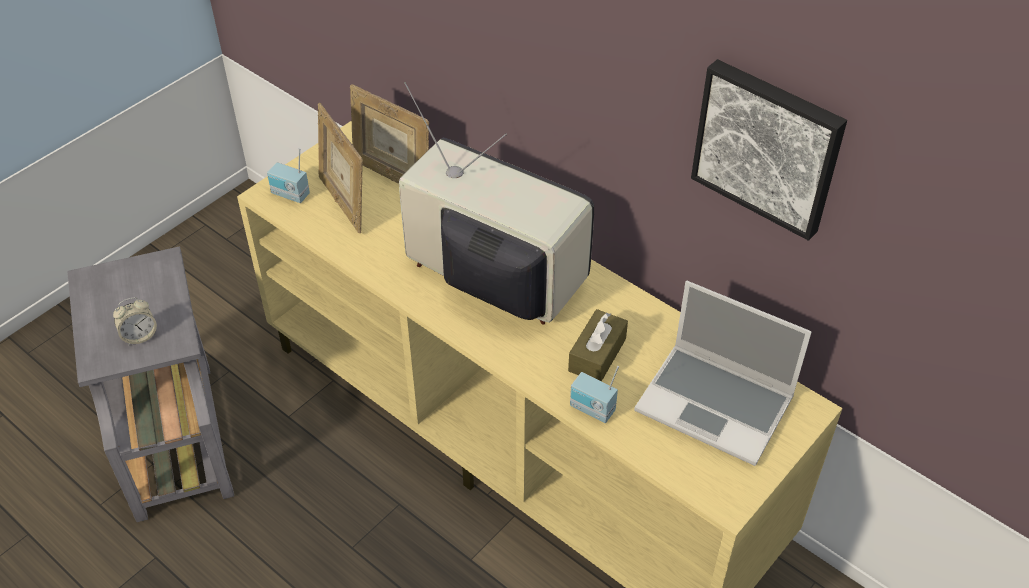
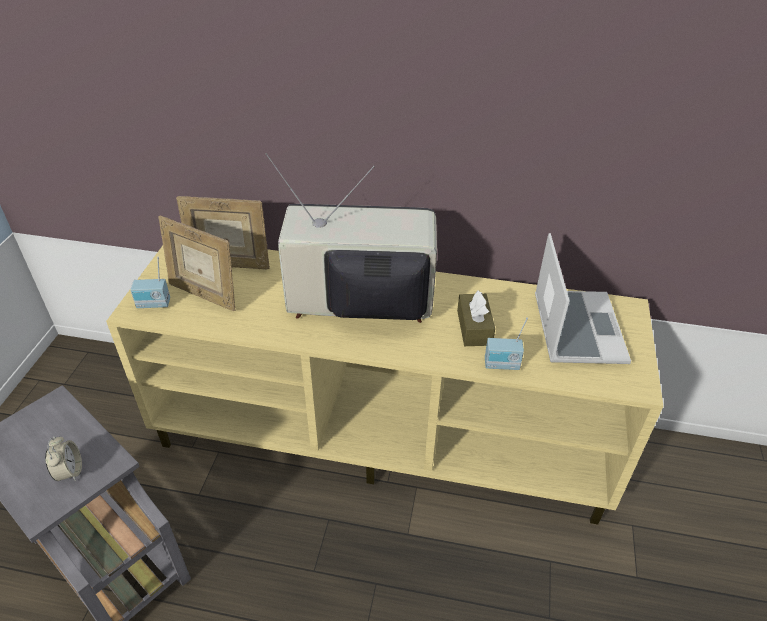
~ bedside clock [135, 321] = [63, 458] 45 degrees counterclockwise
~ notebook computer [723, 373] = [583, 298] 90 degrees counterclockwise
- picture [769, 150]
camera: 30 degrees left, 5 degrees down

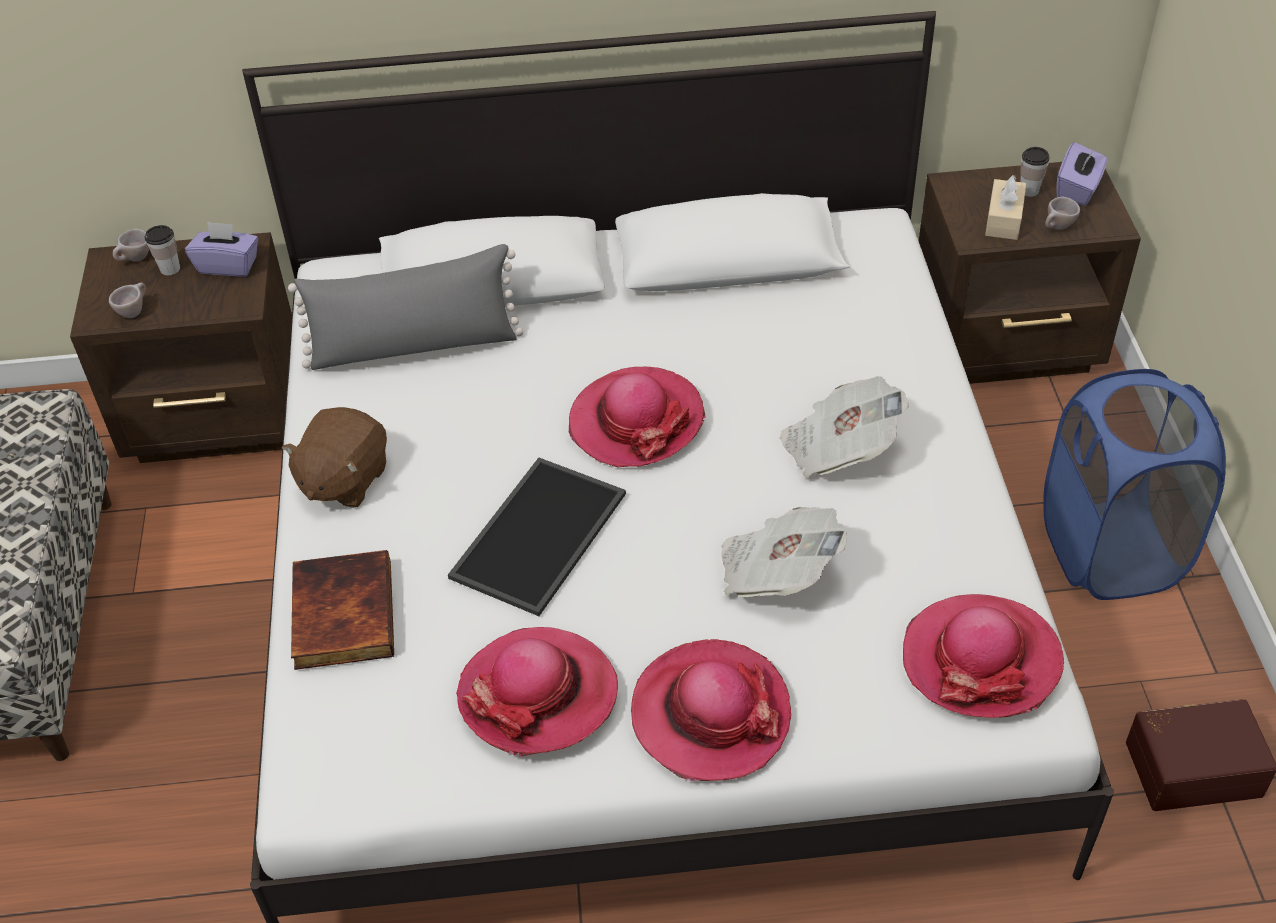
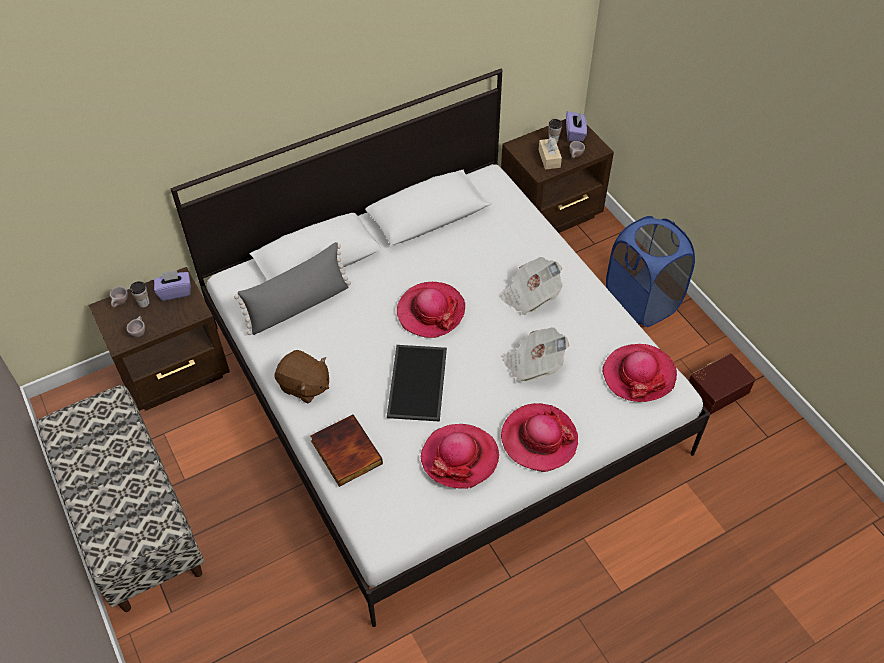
~ brownish soft toy [334, 457] = [301, 376] 60 degrees counterclockwise
camera: 25 degrees left, 5 degrees up

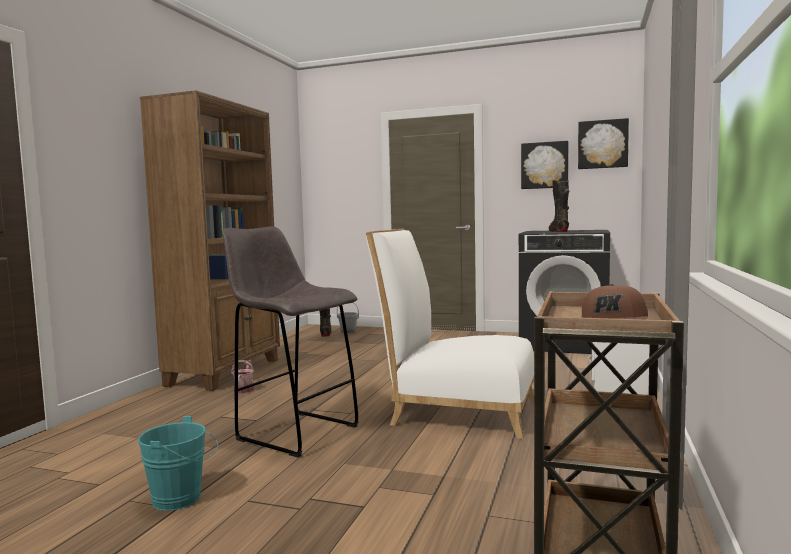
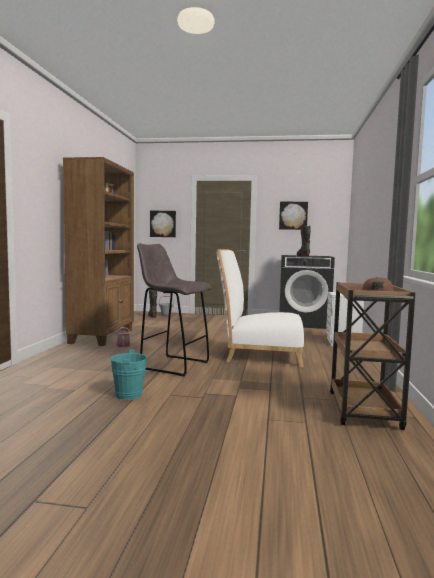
~ picture [603, 143] to [163, 224]
camera: 10 degrees left, 0 degrees up

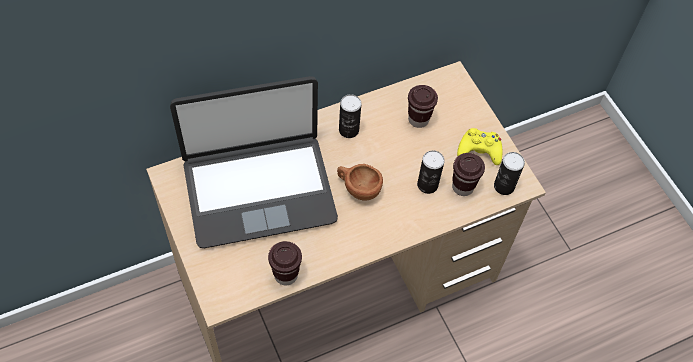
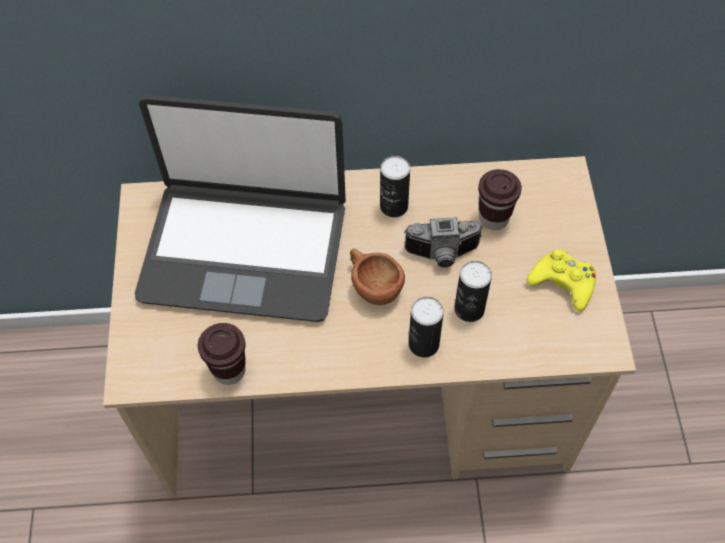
+ photo camera [443, 242]
~ sealed can [509, 173] to [426, 327]
- brownish drinking cup [468, 174]
camera: 25 degrees right, 0 degrees up

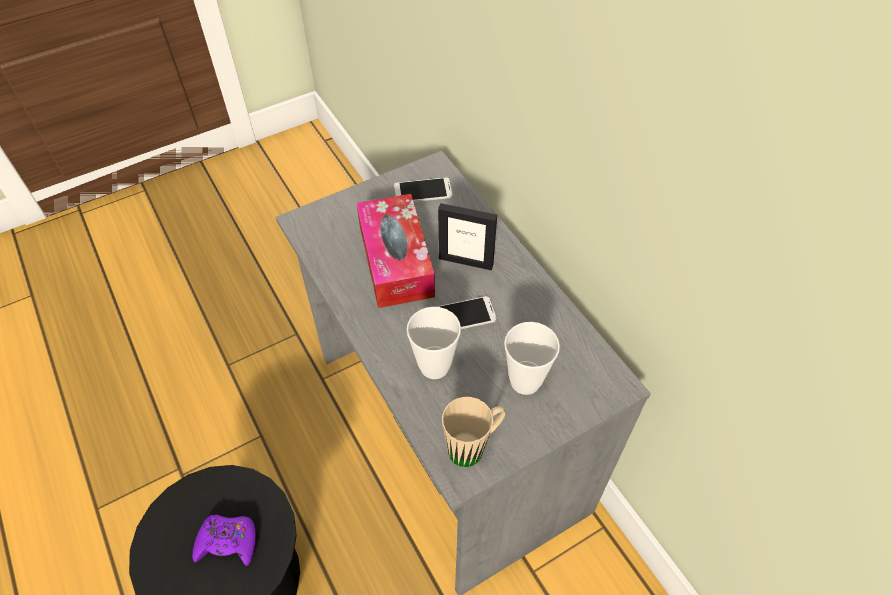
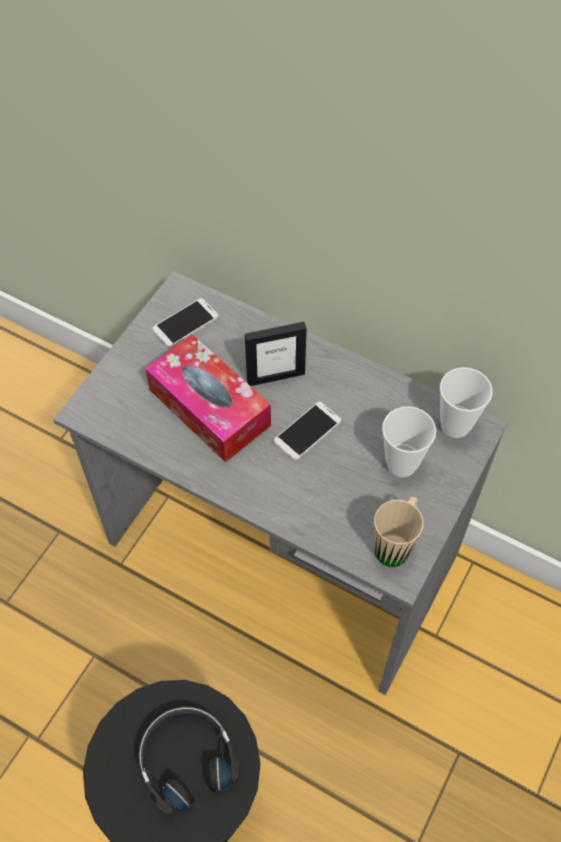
~ purplish gamepad [224, 540] to black-coloured headset [189, 761]
~ drinking cup [433, 343] to [466, 402]
camera: 30 degrees left, 5 degrees up

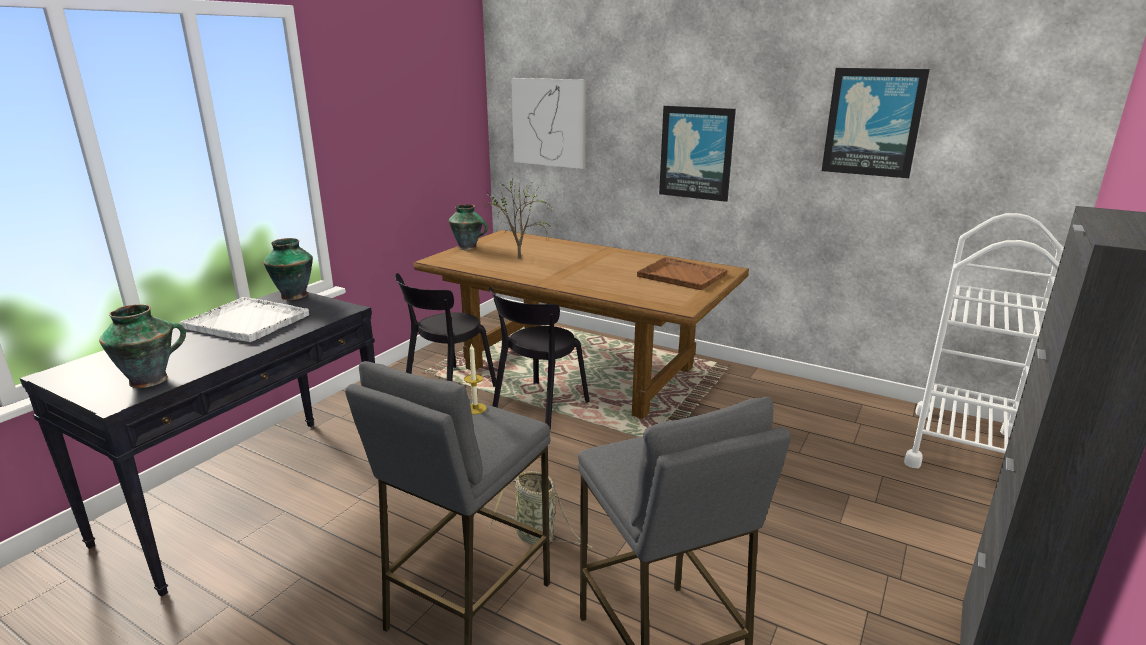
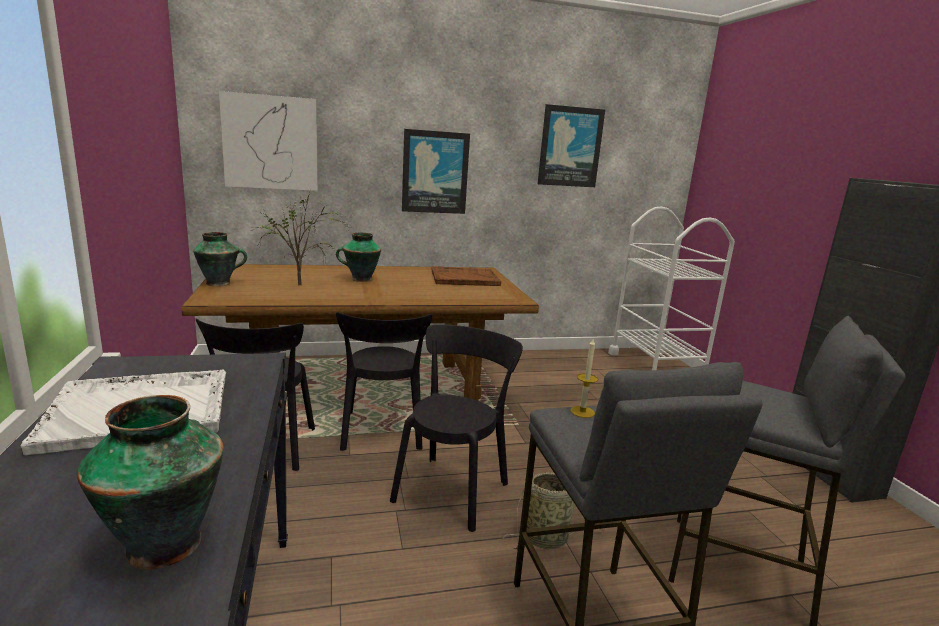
~ decorative vase [288, 269] to [358, 257]
+ black-coloured plain chair [456, 428]
camera: 45 degrees left, 5 degrees down

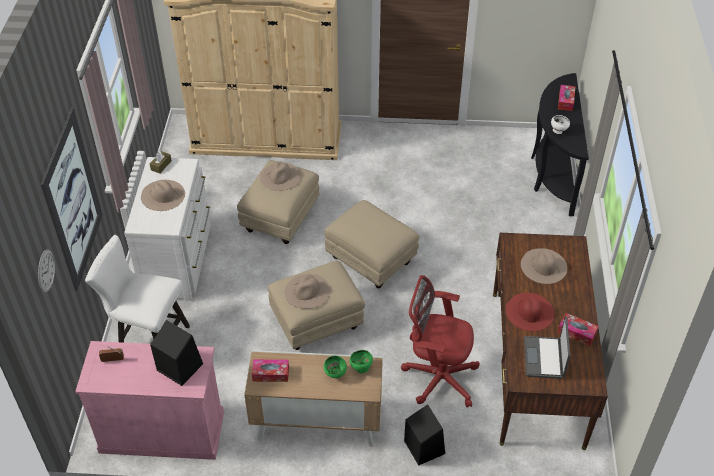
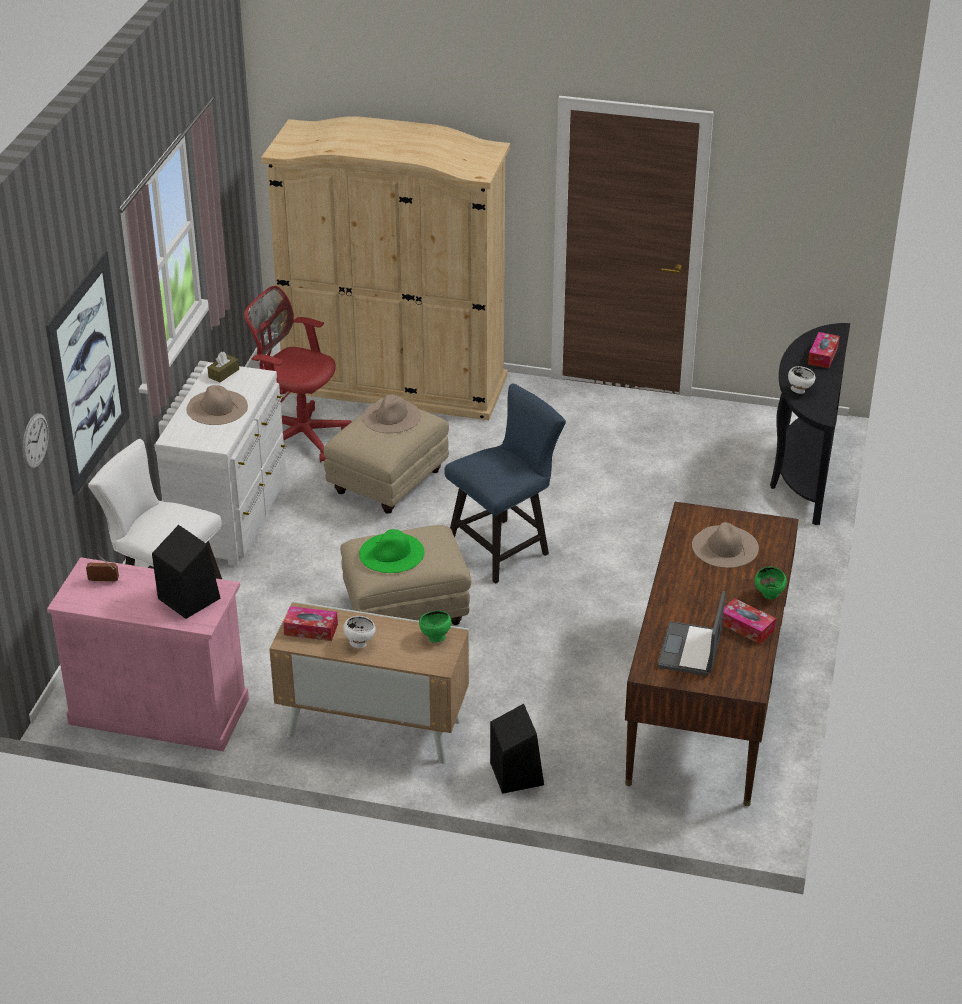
~ red-coloured desk chair [440, 341] to [298, 374]
+ white bowl [359, 632]
~ beige-coloured wearable hat [307, 291] to greenish wearable hat [391, 551]
~ beige-coloured pouffe [371, 244] to bluish plain chair [505, 483]
~ greenish bowl [335, 367] to [771, 583]
- red-coloured wearable hat [530, 312]
camera: 10 degrees right, 10 degrees down

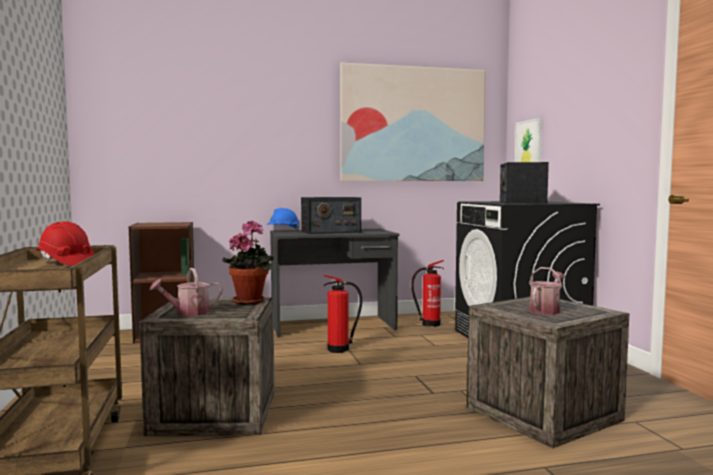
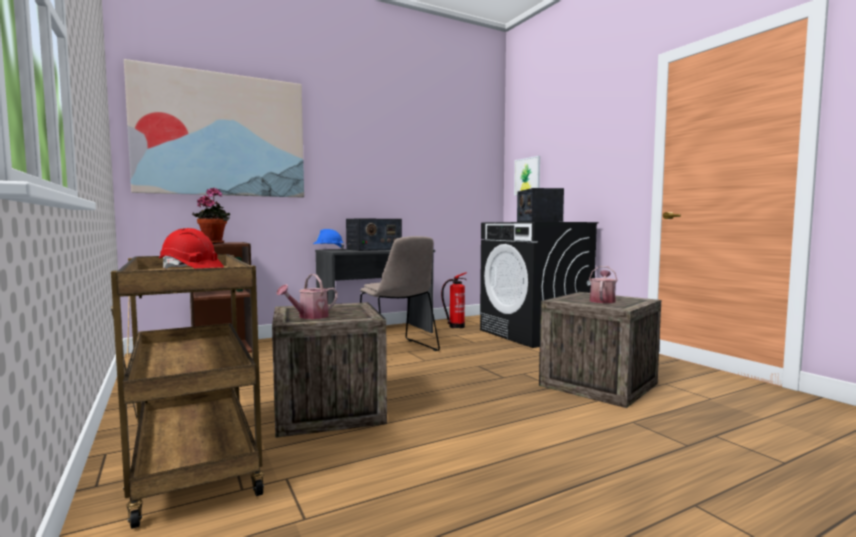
~ picture [413, 121] to [214, 128]
~ plant in a pot [248, 262] to [211, 215]
~ extinguisher [342, 314] to beige-coloured plain chair [400, 293]
camera: 15 degrees left, 0 degrees up

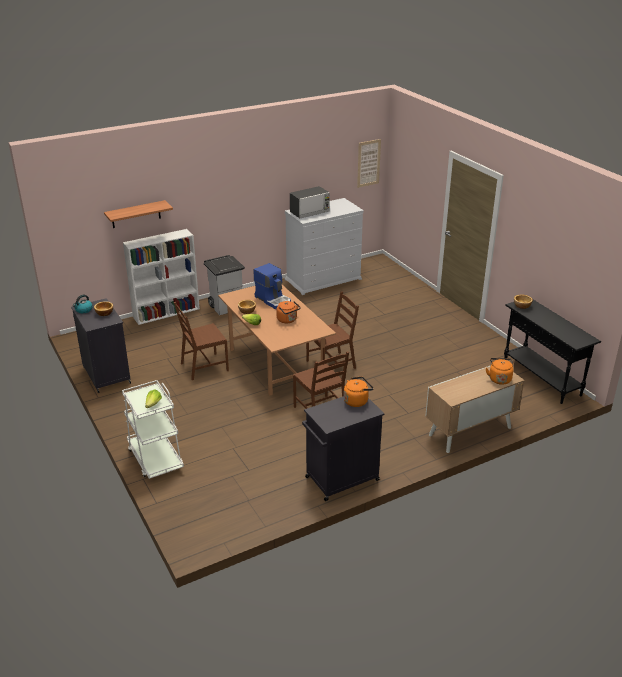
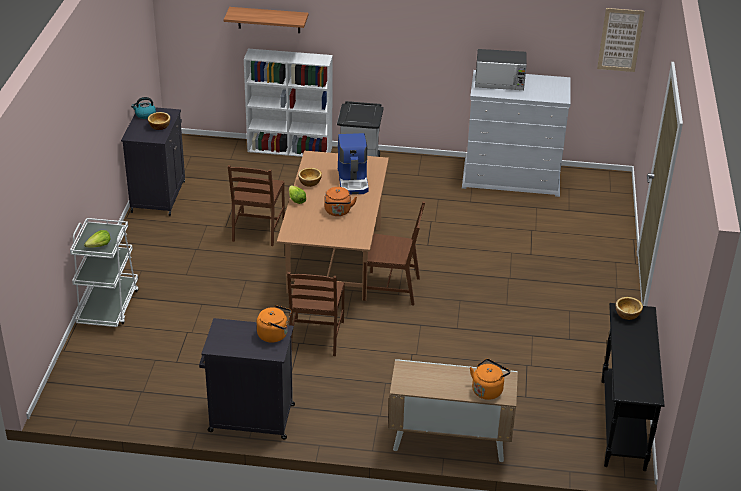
~ brownish plain chair [201, 341] = [256, 205] 90 degrees counterclockwise
camera: 35 degrees right, 5 degrees up

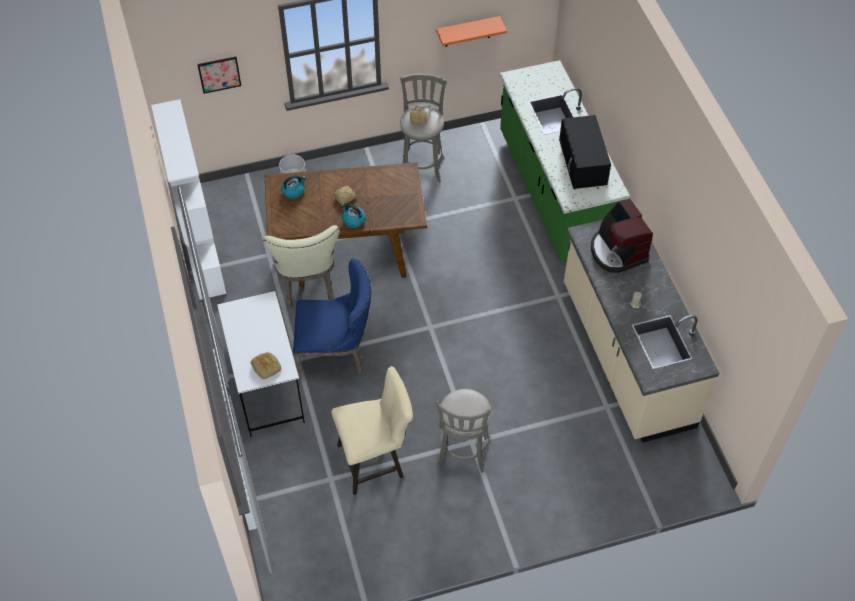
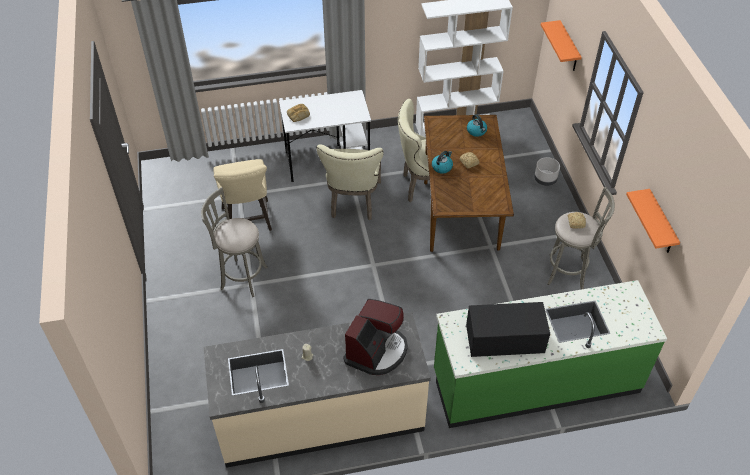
~ bluish plain chair [332, 319] to beige-coloured plain chair [350, 182]
~ coffee machine [622, 235] = [375, 337] 135 degrees clockwise
~ picture [219, 75] to orangey wall shelf [561, 45]
camera: 95 degrees right, 5 degrees down

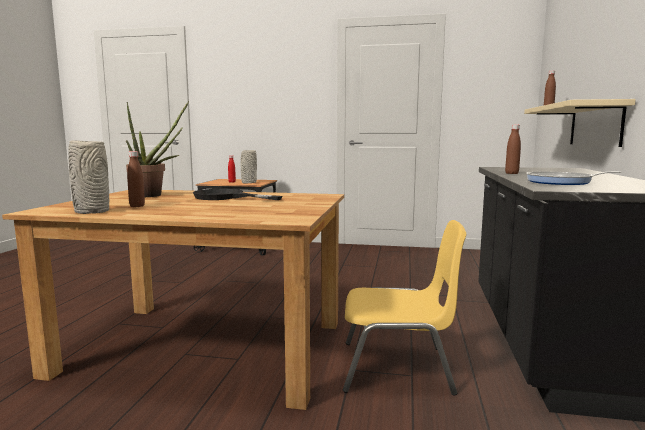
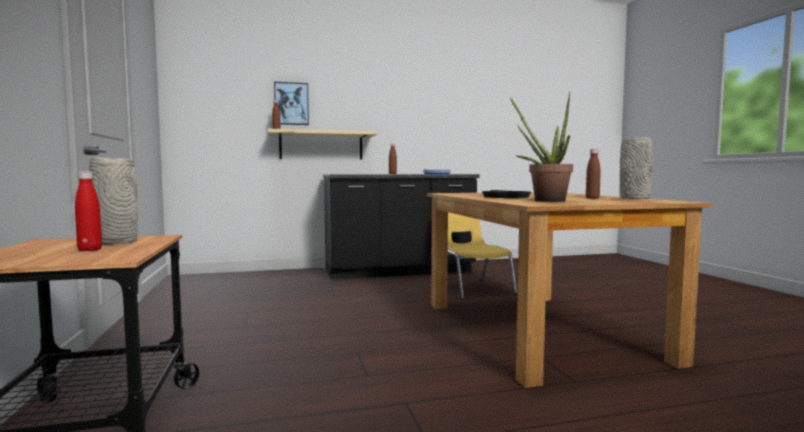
+ picture [291, 103]
camera: 115 degrees left, 5 degrees down

